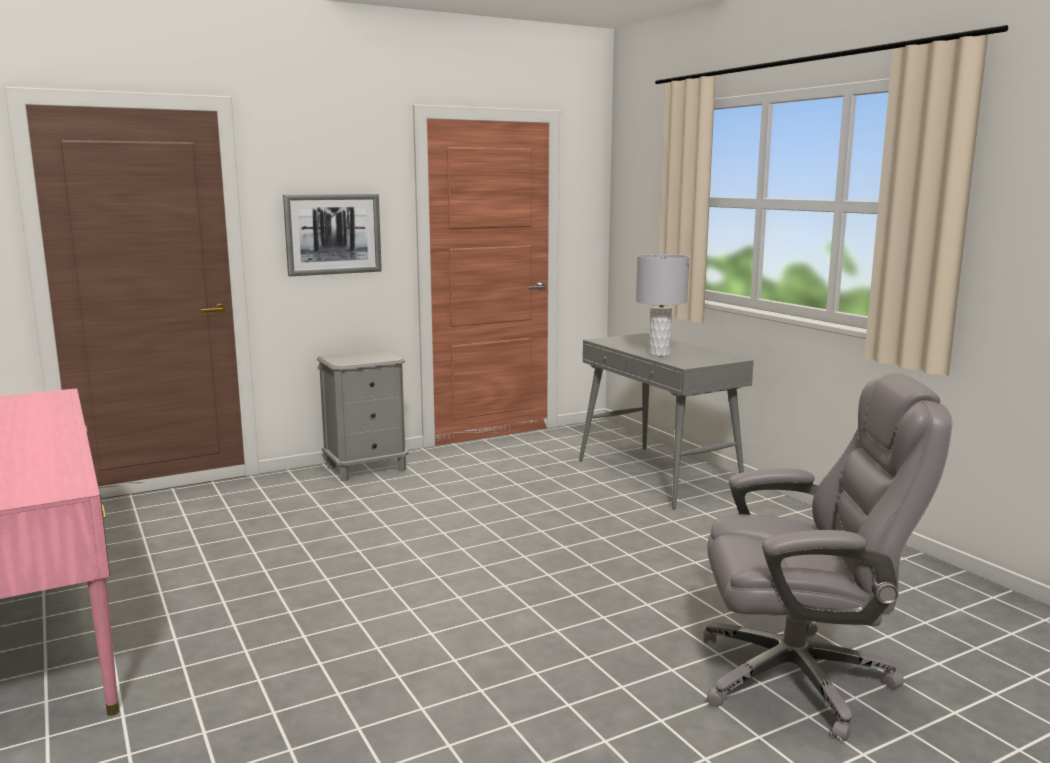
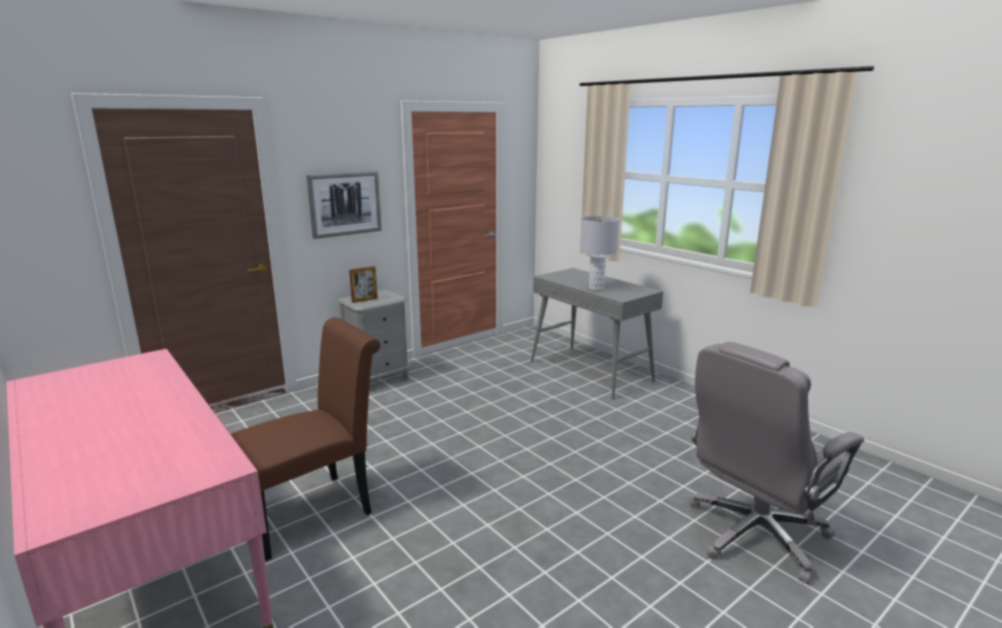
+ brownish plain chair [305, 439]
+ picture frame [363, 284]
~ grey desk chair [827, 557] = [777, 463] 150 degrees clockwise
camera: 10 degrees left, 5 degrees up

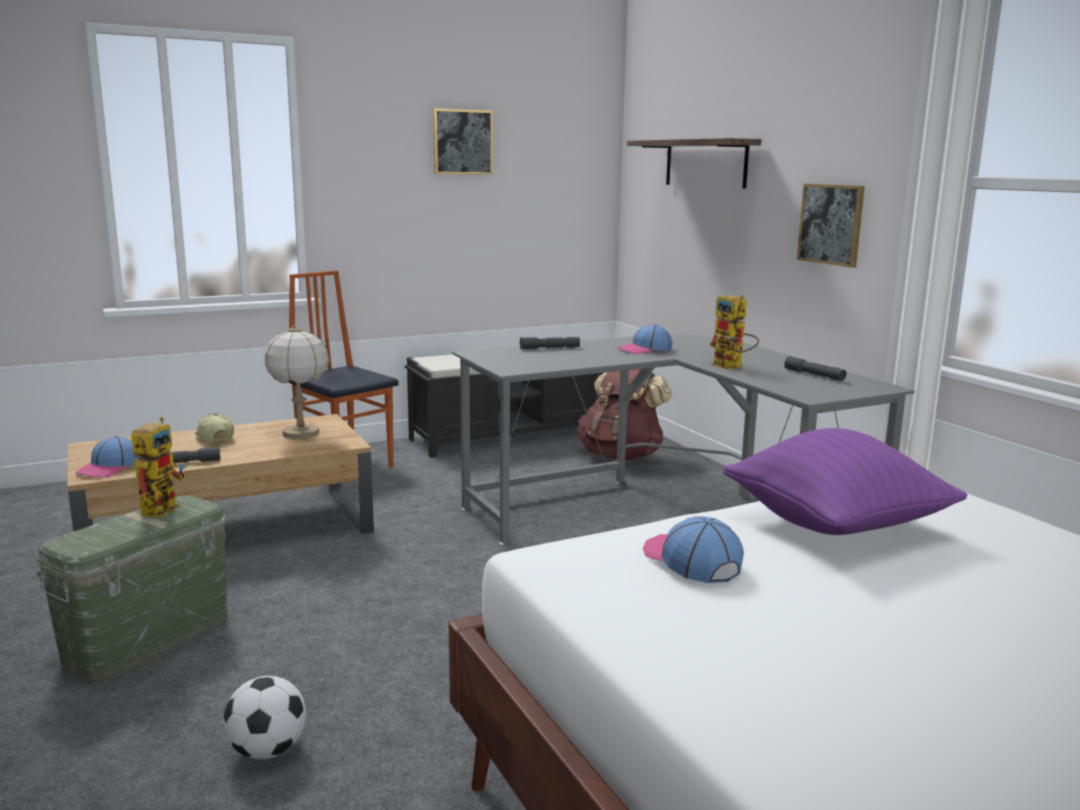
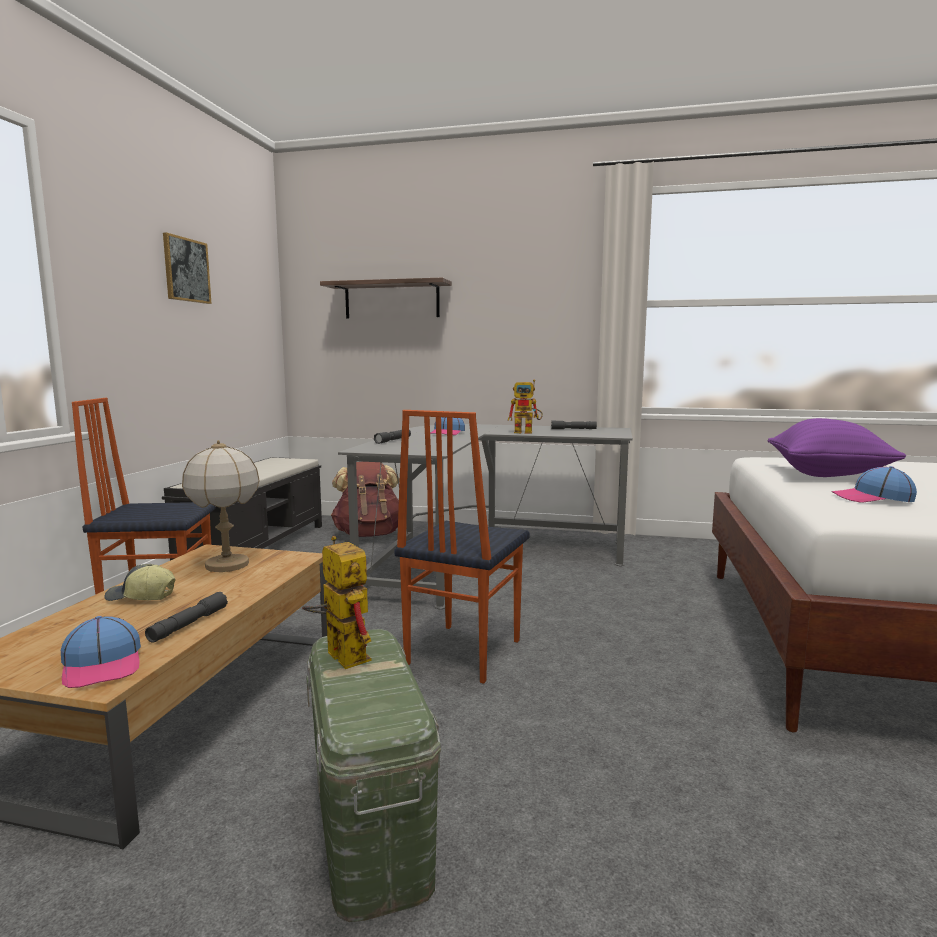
+ plain chair [462, 547]
- football ball [264, 717]
- picture [831, 226]
camera: 50 degrees left, 5 degrees down

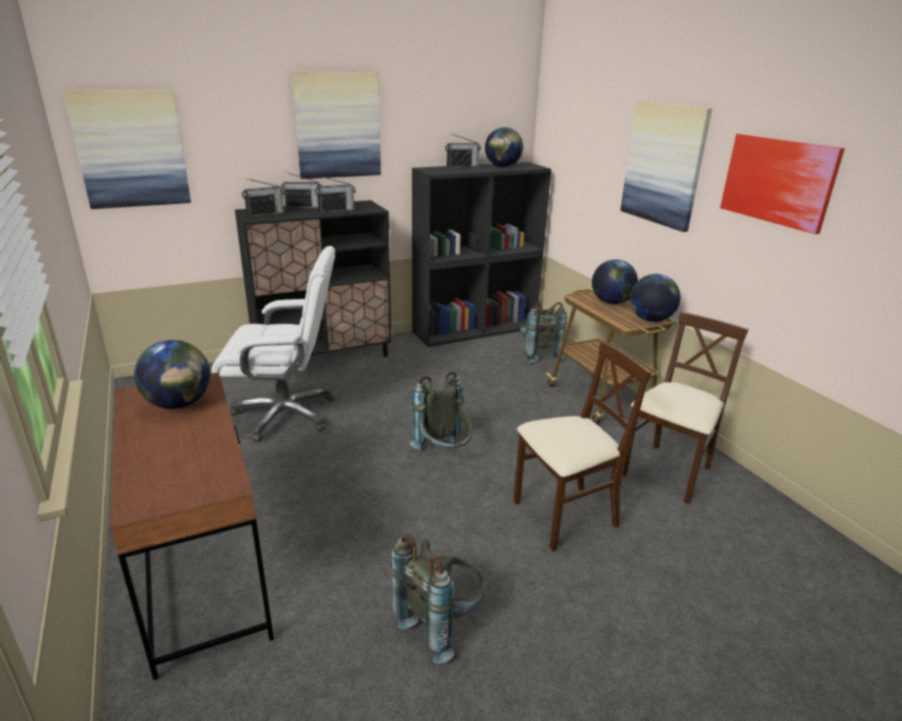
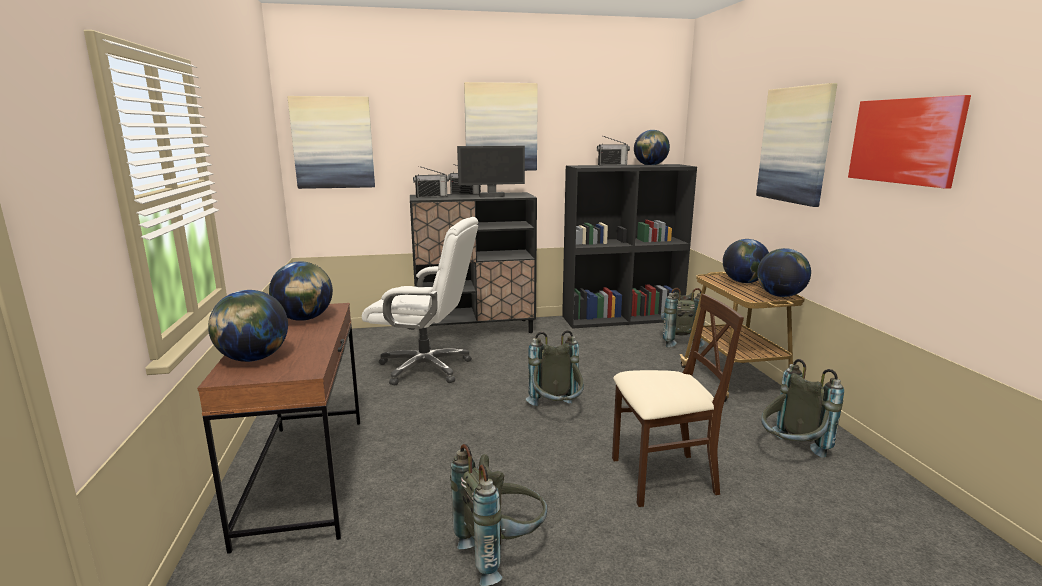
+ globe [248, 326]
~ radio set [335, 194] to monitor [491, 172]
~ beige-coloured plain chair [686, 407] to grey backpack [802, 408]
camera: 15 degrees right, 10 degrees down

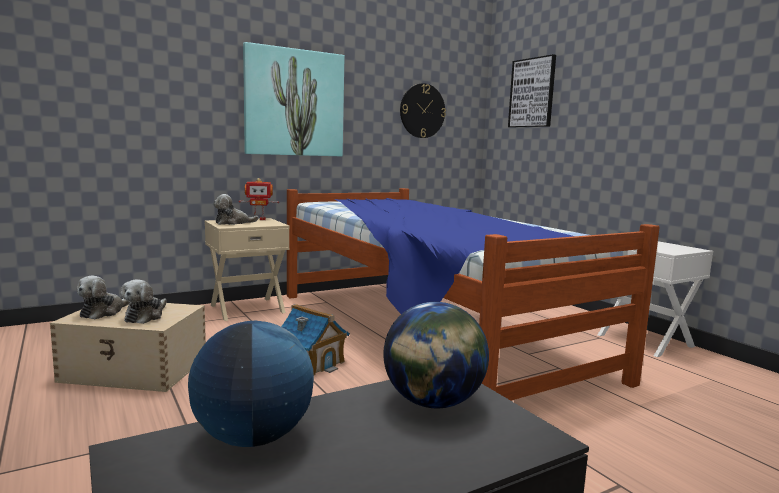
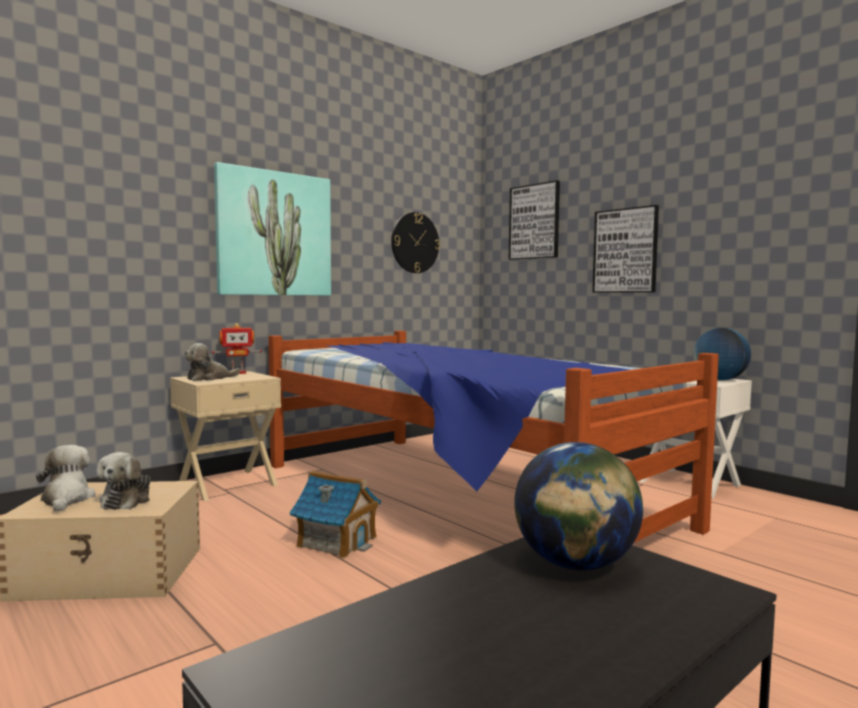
~ soft toy [103, 297] = [65, 478] 150 degrees clockwise
+ picture [625, 249]
~ globe [251, 384] to [722, 354]
camera: 10 degrees left, 5 degrees down

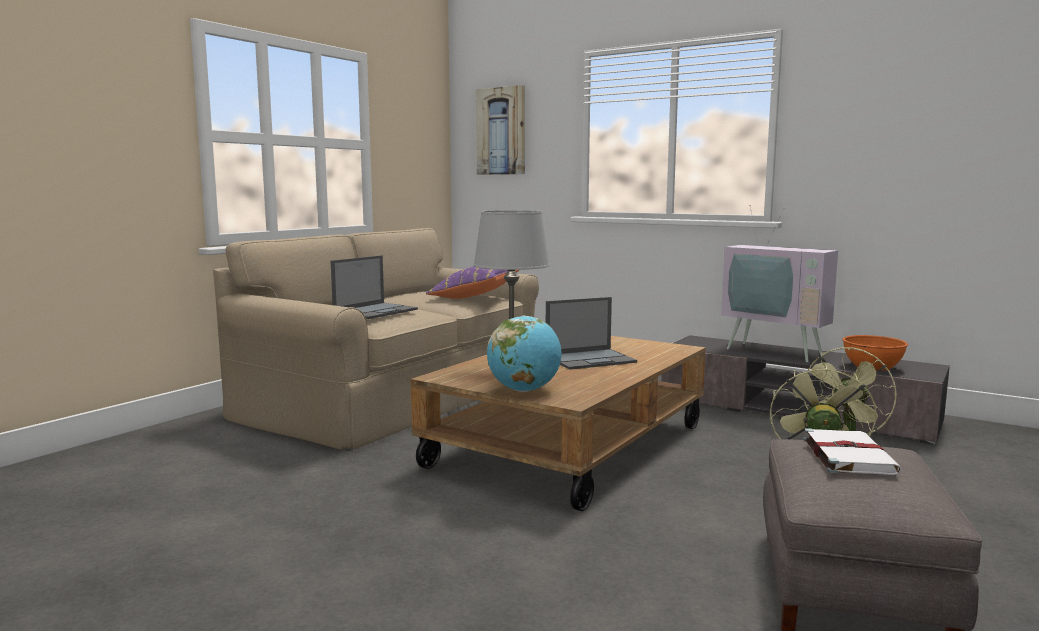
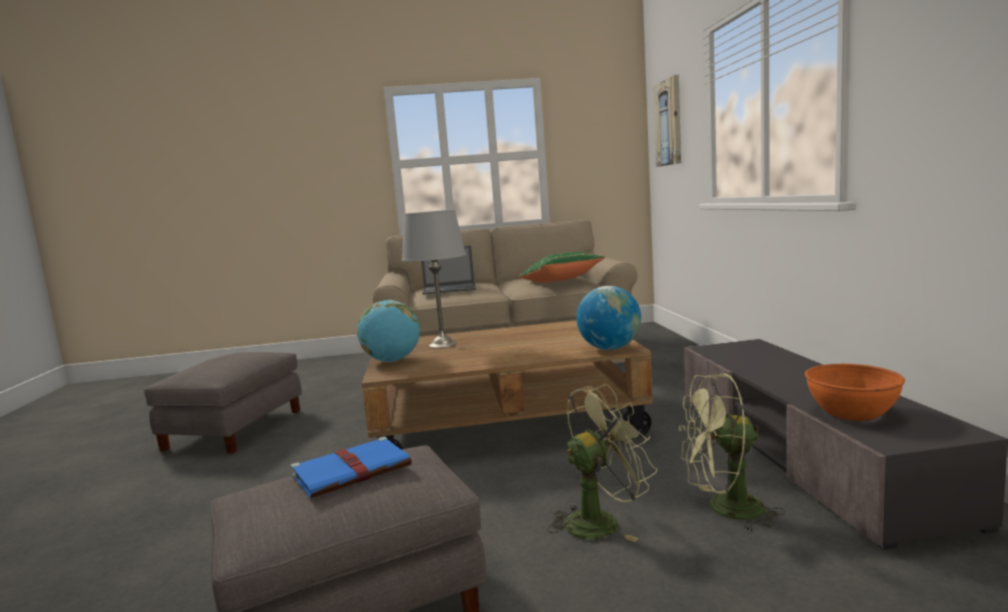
+ grey pouffe [222, 403]
~ white volume [852, 451] to bluish volume [351, 467]
~ purplish throw pillow [472, 282] to greenish throw pillow [561, 267]
+ globe [608, 318]
- notebook computer [591, 333]
- TV set [779, 283]
camera: 50 degrees right, 0 degrees up

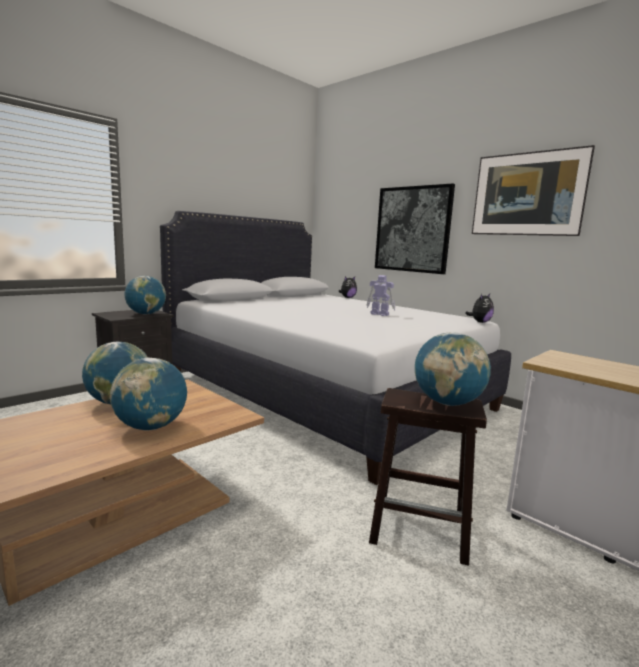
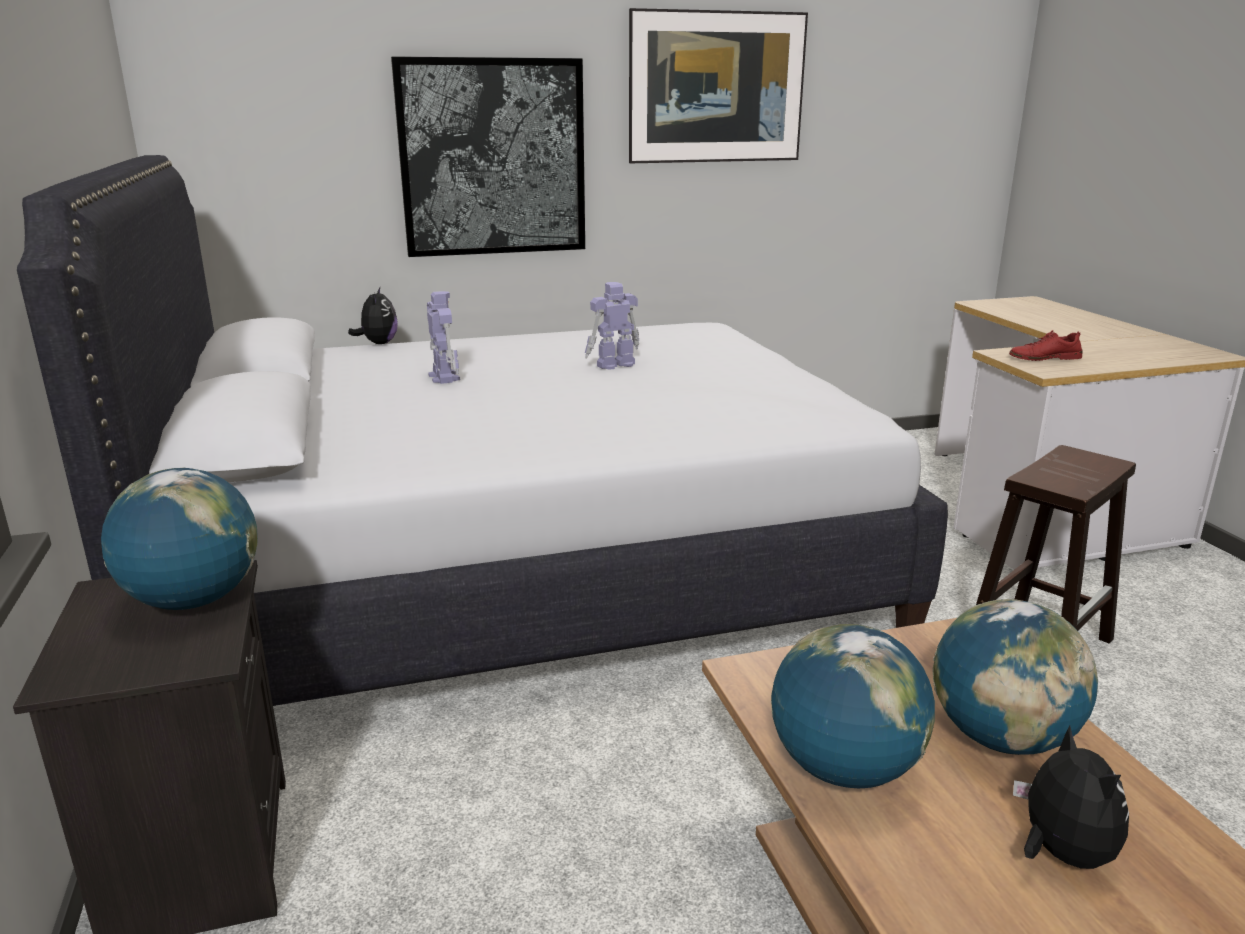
+ model robot [443, 337]
+ red-coloured shoe [1046, 345]
~ soft toy [479, 308] to [1071, 797]
- globe [453, 369]
camera: 60 degrees left, 10 degrees up

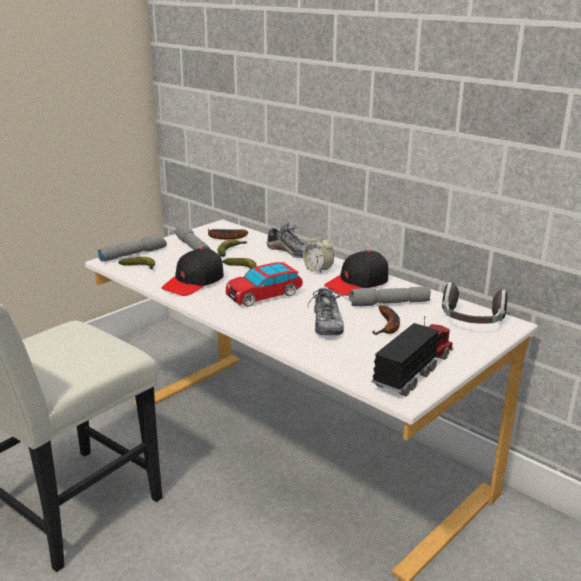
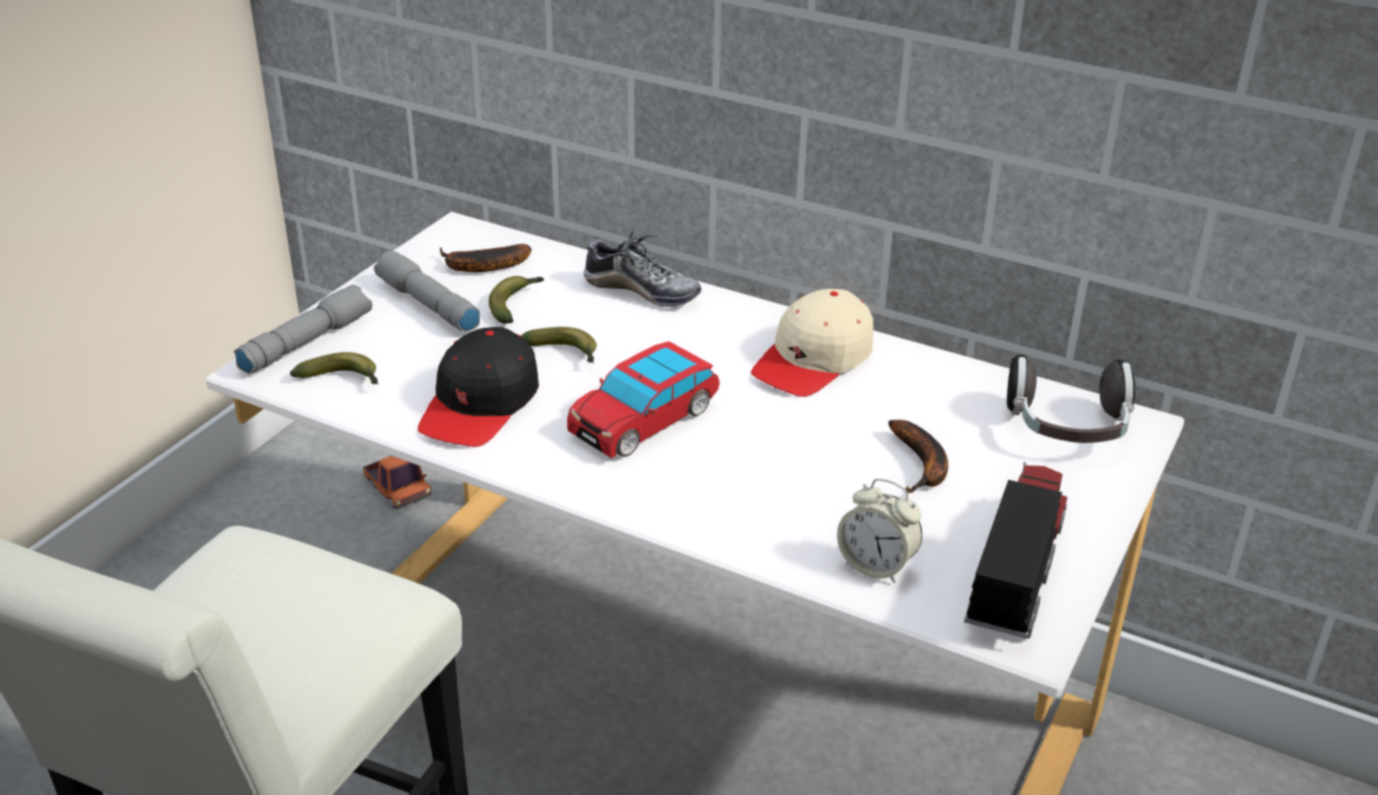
+ model truck [397, 482]
~ black-coloured baseball cap [356, 273] to beige-coloured baseball cap [812, 343]
~ bedside clock [318, 253] to [879, 531]
- shoe [328, 310]
- grey flashlight [389, 297]
camera: 15 degrees left, 10 degrees up

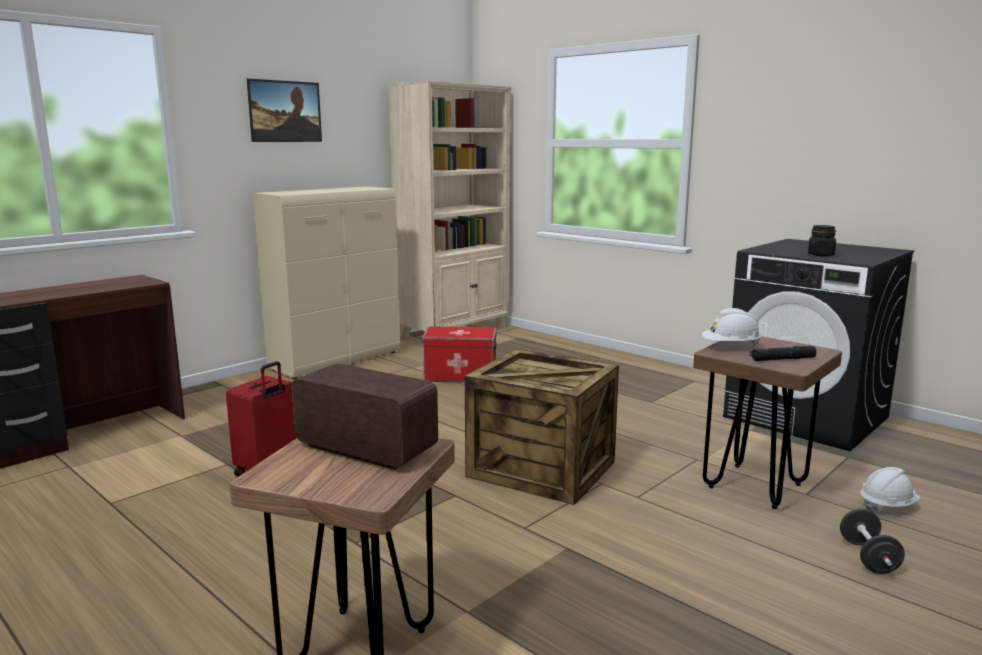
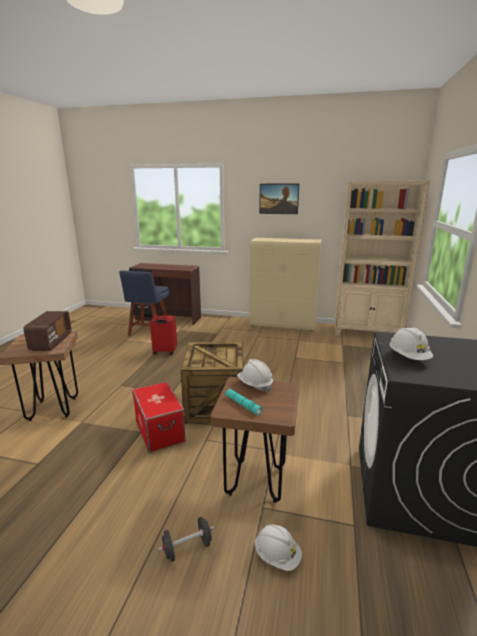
+ bluish plain chair [144, 303]
~ storage bin [459, 354] to [158, 417]
~ black-coloured flashlight [783, 353] to turquoise flashlight [244, 402]
~ black-coloured jar [822, 240] to white safety helmet [411, 343]
camera: 60 degrees right, 5 degrees up

